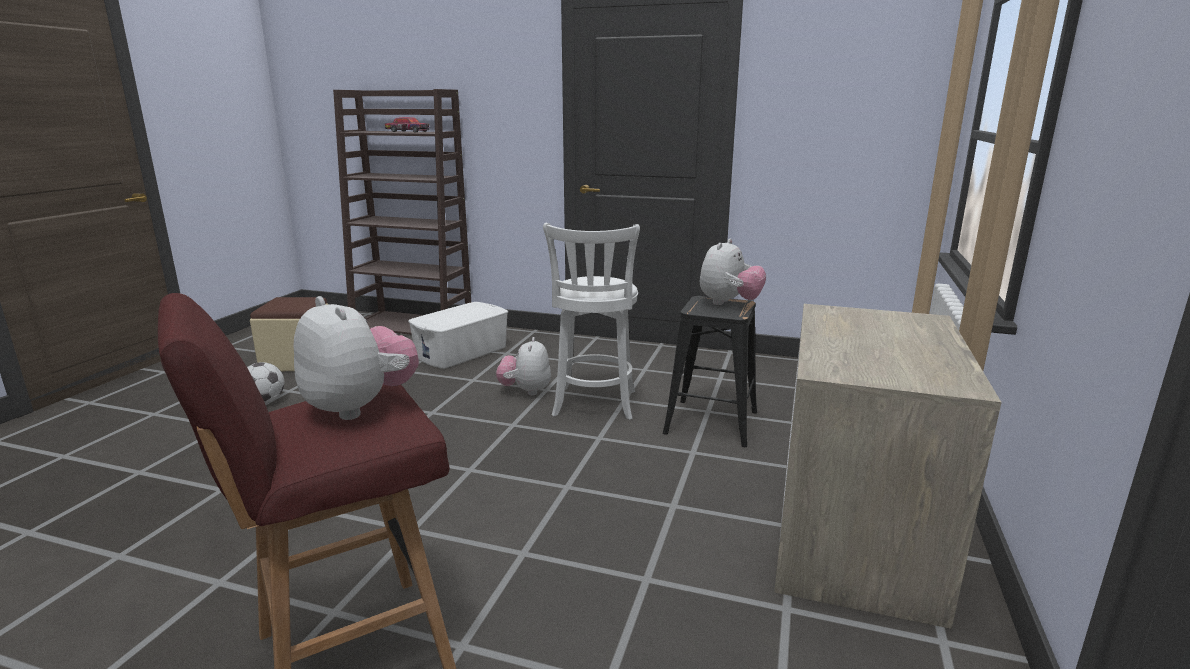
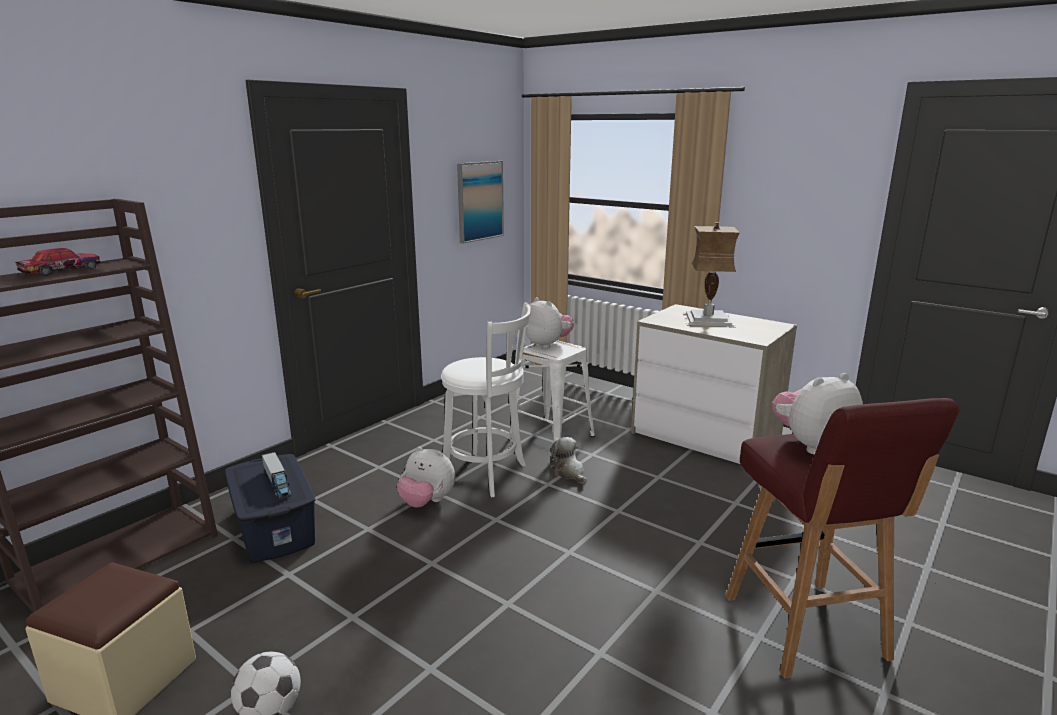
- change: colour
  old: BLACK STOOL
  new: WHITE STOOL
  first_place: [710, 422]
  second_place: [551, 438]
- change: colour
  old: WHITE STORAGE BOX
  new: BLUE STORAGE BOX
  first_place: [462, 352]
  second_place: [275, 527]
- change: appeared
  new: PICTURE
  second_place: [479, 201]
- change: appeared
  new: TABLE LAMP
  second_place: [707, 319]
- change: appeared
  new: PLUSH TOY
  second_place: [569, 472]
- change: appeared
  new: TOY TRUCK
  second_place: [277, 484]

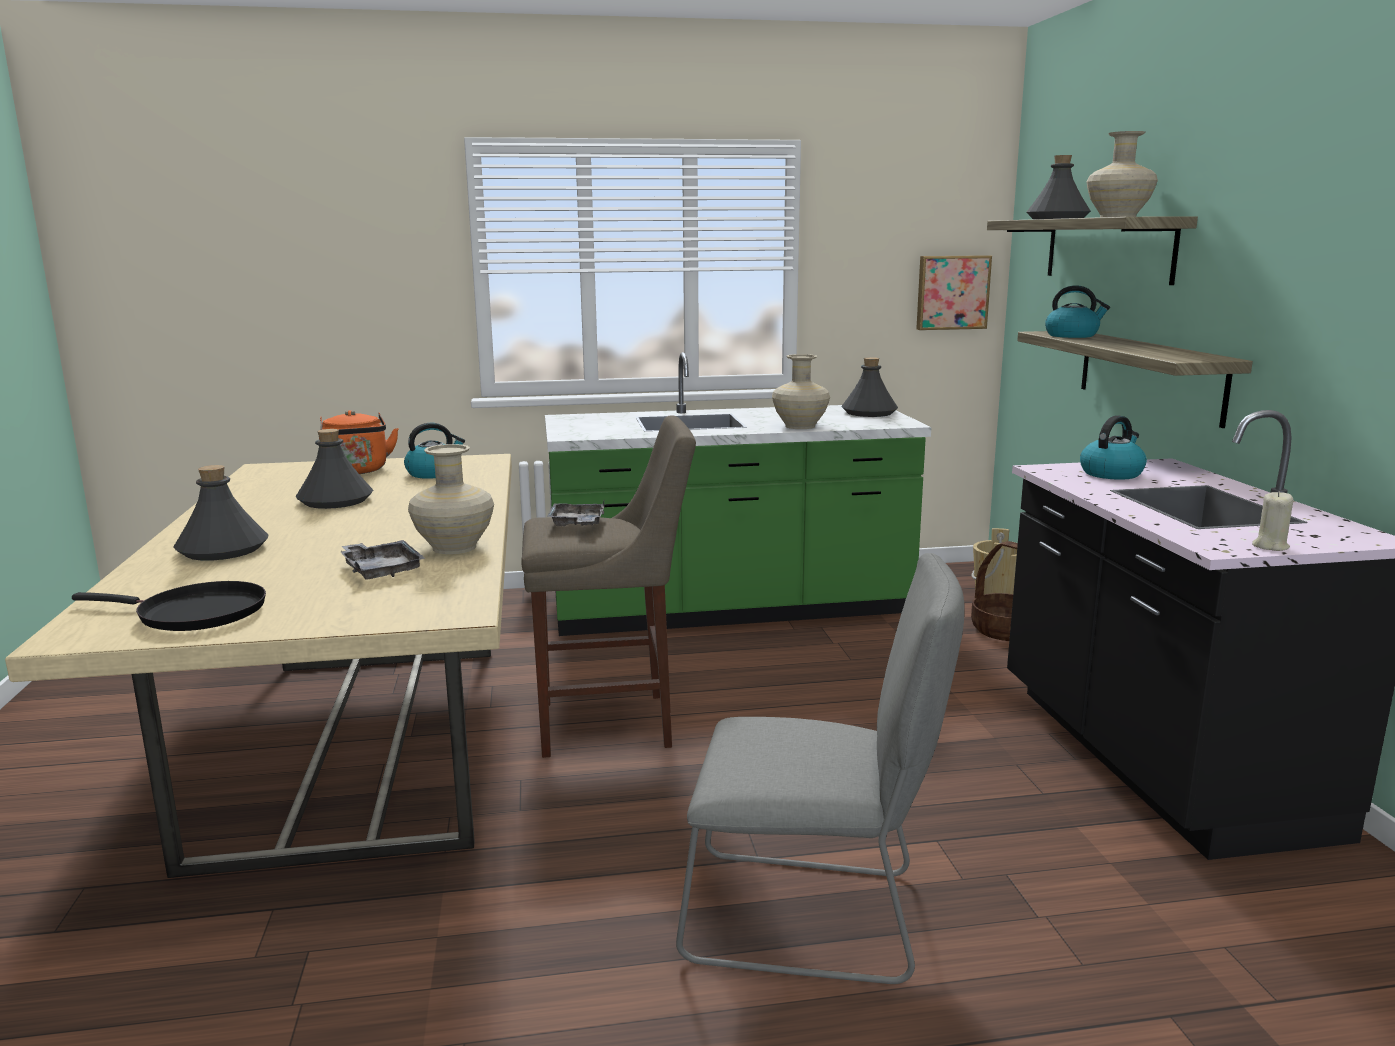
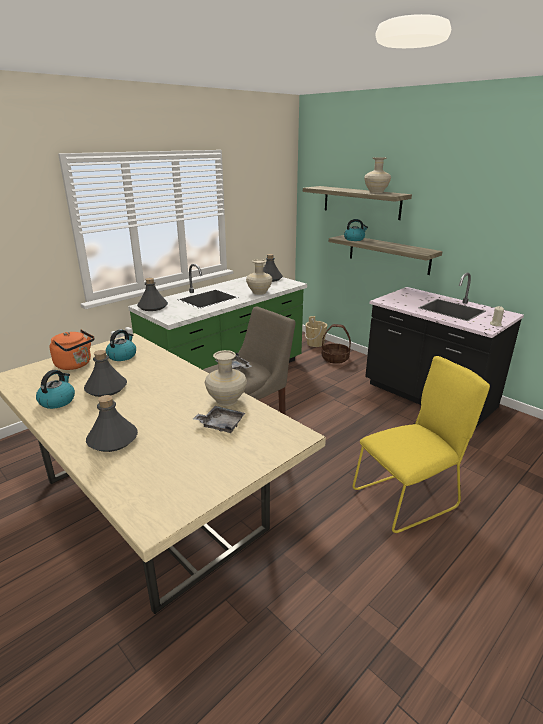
- change: relocated
  old: GREY BOTTLE
  first_place: [1057, 219]
  second_place: [152, 307]
- change: missing
  old: PICTURE
  first_place: [952, 292]
- change: relocated
  old: KETTLE
  first_place: [1111, 473]
  second_place: [57, 401]
- change: colour
  old: GREY CHAIR
  new: YELLOW CHAIR
  first_place: [813, 917]
  second_place: [408, 497]
- change: missing
  old: BLACK FRYING PAN
  first_place: [195, 613]

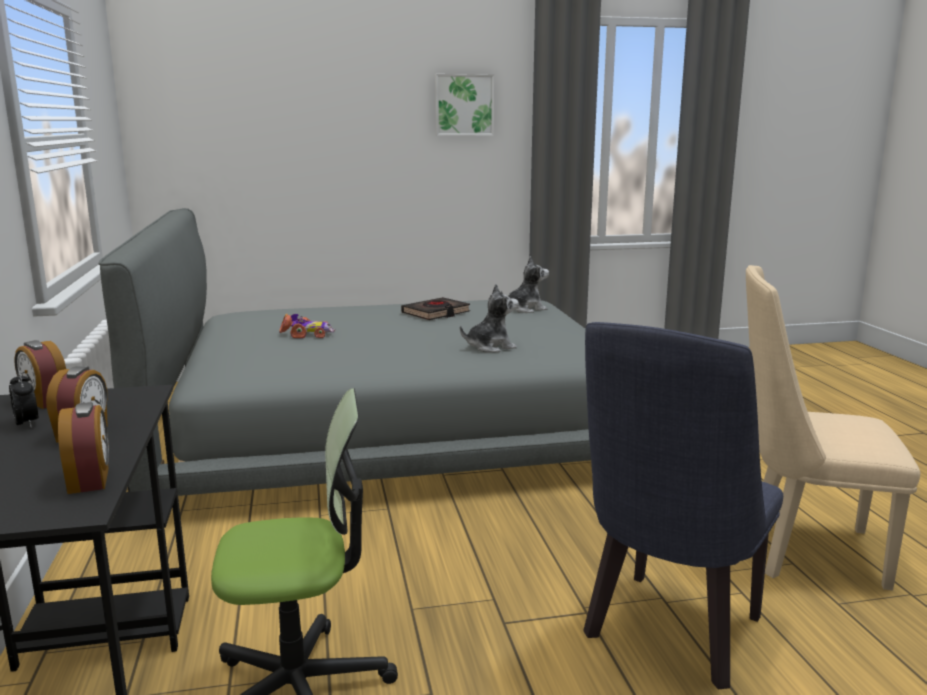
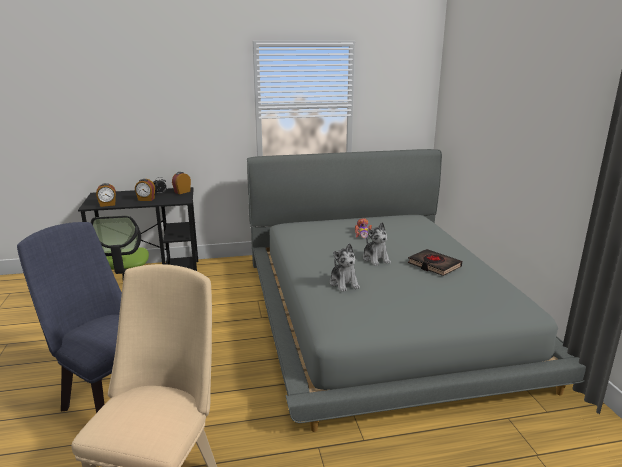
- change: missing
  old: PICTURE
  first_place: [464, 105]
- change: relocated
  old: PLUSH TOY
  first_place: [525, 309]
  second_place: [375, 259]

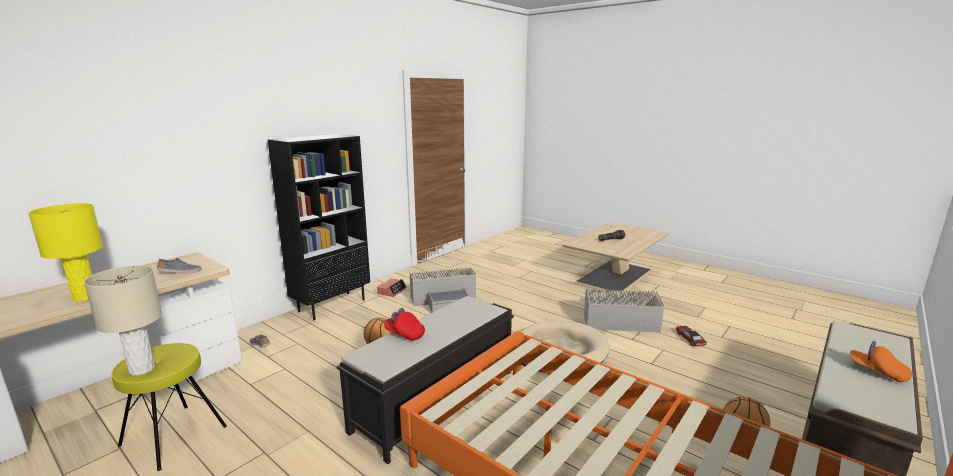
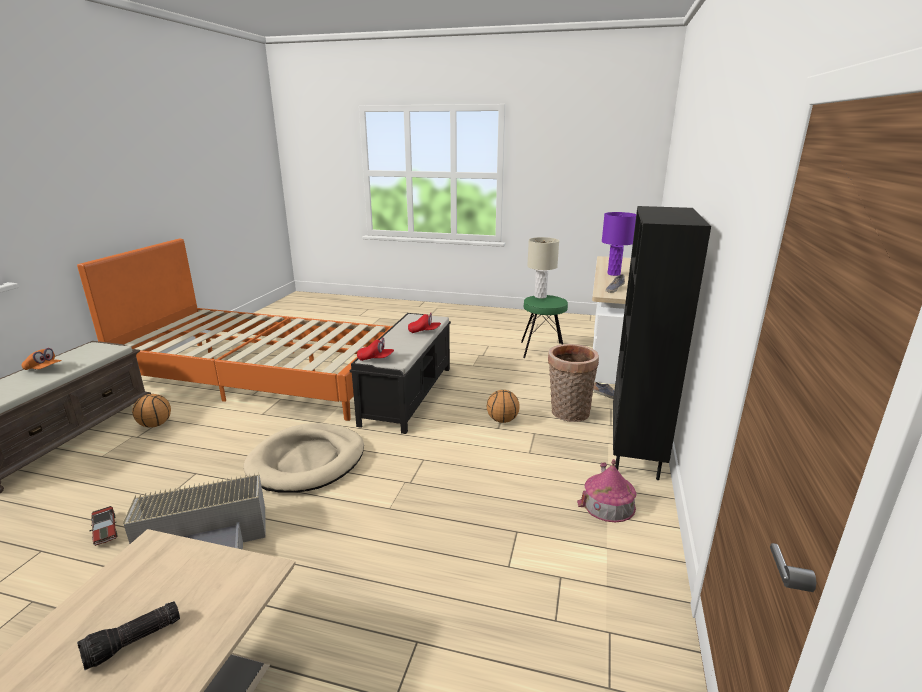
- change: colour
  old: YELLOW TABLE LAMP
  new: PURPLE TABLE LAMP
  first_place: [85, 297]
  second_place: [613, 274]
- change: missing
  old: GREY STORAGE BOX
  first_place: [445, 300]
- change: exchanged
  old: ALARM CLOCK
  new: TOY HOUSE
  first_place: [392, 291]
  second_place: [608, 504]
- change: colour
  old: YELLOW STOOL
  new: GREEN STOOL
  first_place: [173, 436]
  second_place: [542, 350]
- change: appeared
  new: RED CAP
  second_place: [375, 359]
- change: appeared
  new: BASKET
  second_place: [568, 414]

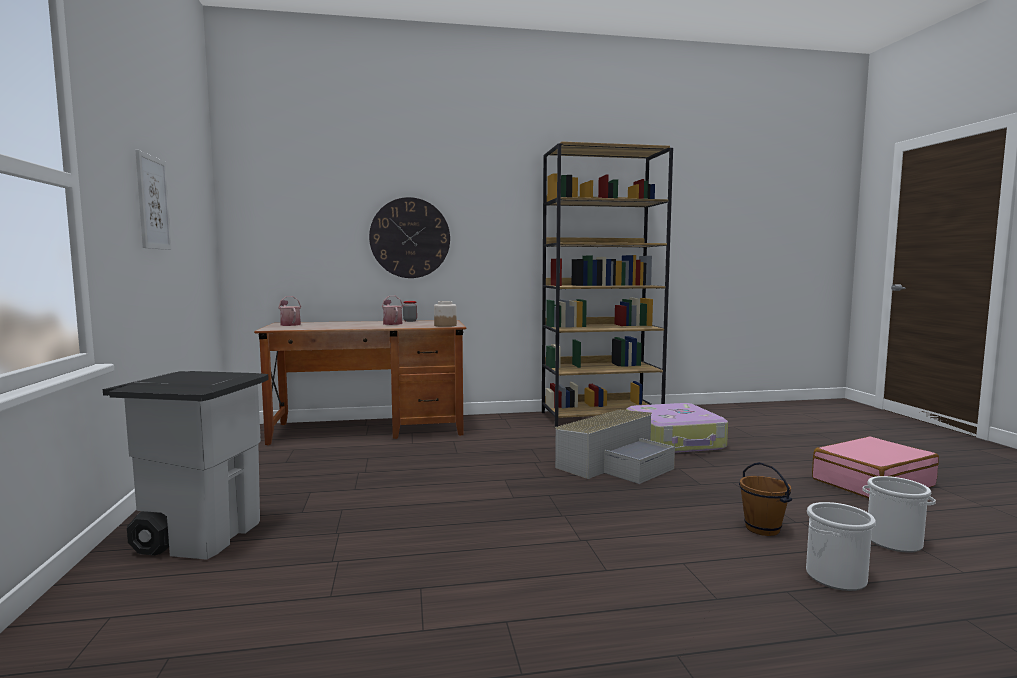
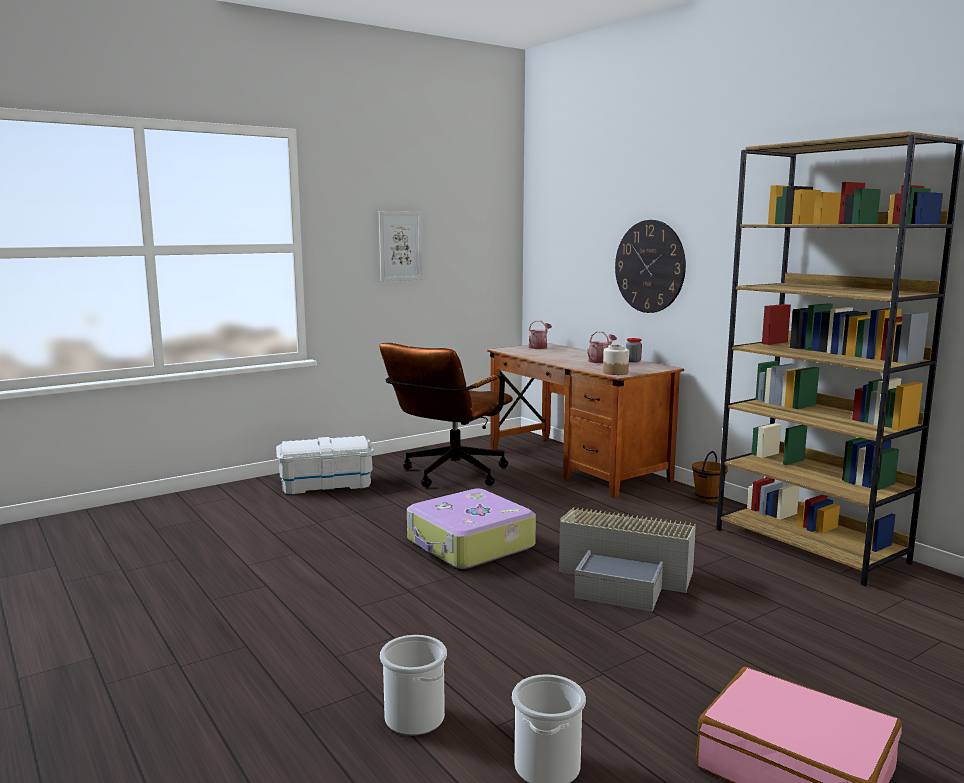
- change: exchanged
  old: GREY TRASH CAN
  new: WHITE STORAGE BOX
  first_place: [201, 536]
  second_place: [326, 484]
- change: relocated
  old: SUITCASE
  first_place: [675, 441]
  second_place: [469, 544]
- change: relocated
  old: BROWN BUCKET
  first_place: [762, 529]
  second_place: [707, 498]
- change: appeared
  new: BROWN OFFICE CHAIR
  second_place: [449, 475]

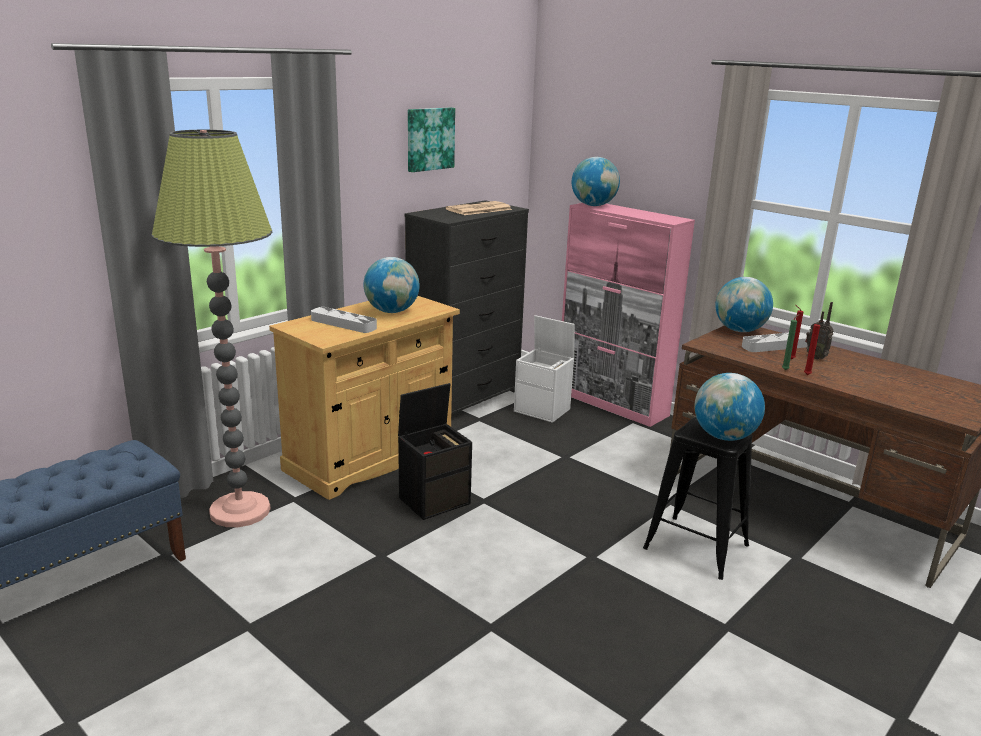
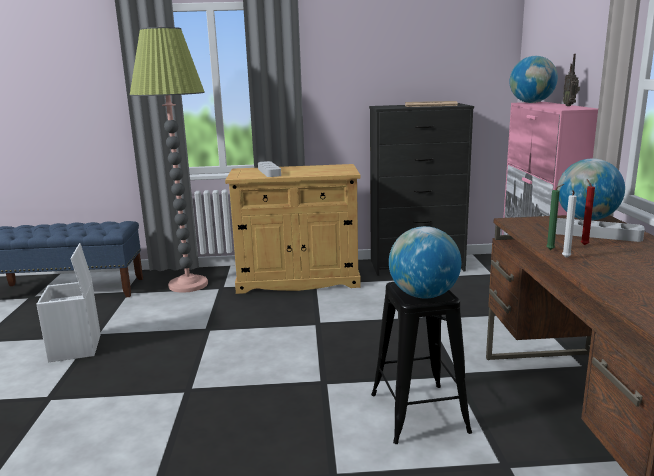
- change: missing
  old: PICTURE
  first_place: [429, 139]
- change: missing
  old: GLOBE
  first_place: [392, 311]
- change: relocated
  old: RADIO
  first_place: [816, 357]
  second_place: [569, 105]
- change: relocated
  old: WHITE STORAGE BOX
  first_place: [543, 410]
  second_place: [76, 348]
- change: colour
  old: RED CANDLE
  new: WHITE CANDLE
  first_place: [808, 375]
  second_place: [566, 258]
- change: missing
  old: BLACK STORAGE BOX
  first_place: [435, 500]

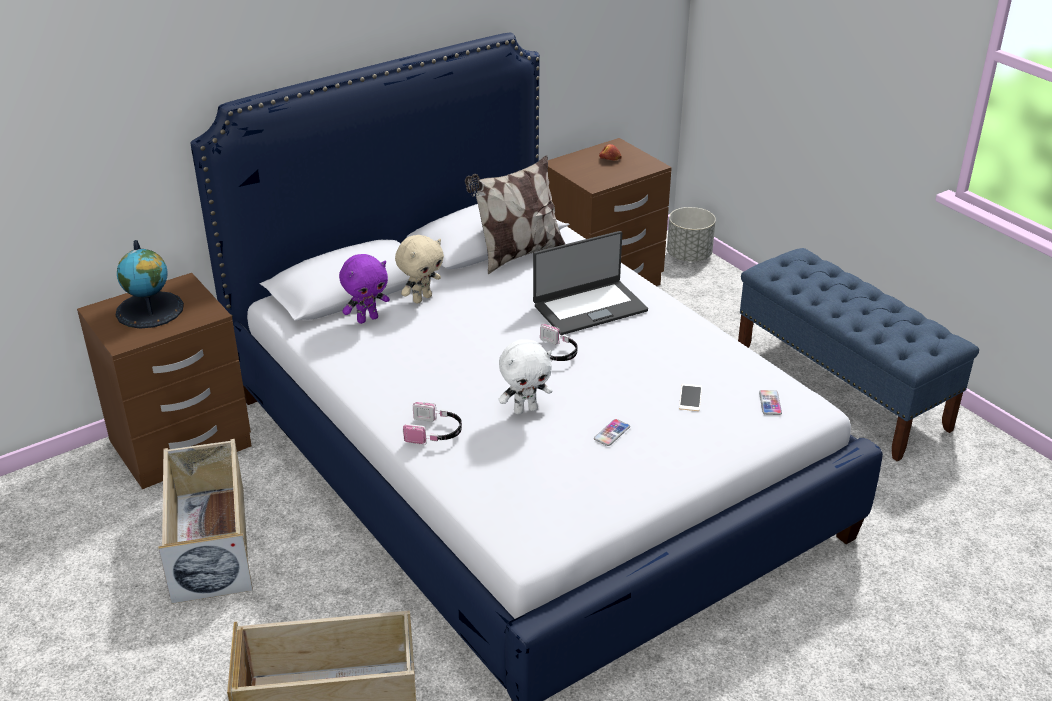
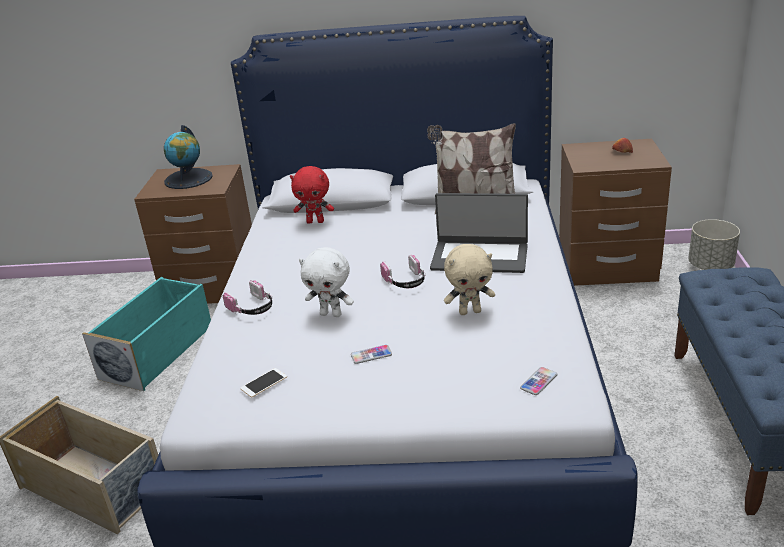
- change: relocated
  old: BEIGE PLUSH TOY
  first_place: [421, 298]
  second_place: [470, 311]
- change: colour
  old: PURPLE PLUSH TOY
  new: RED PLUSH TOY
  first_place: [367, 319]
  second_place: [316, 221]
- change: relocated
  old: PHONE
  first_place: [690, 397]
  second_place: [264, 383]
- change: colour
  old: BEIGE STORAGE BOX
  new: TURQUOISE STORAGE BOX
  first_place: [210, 542]
  second_place: [158, 351]

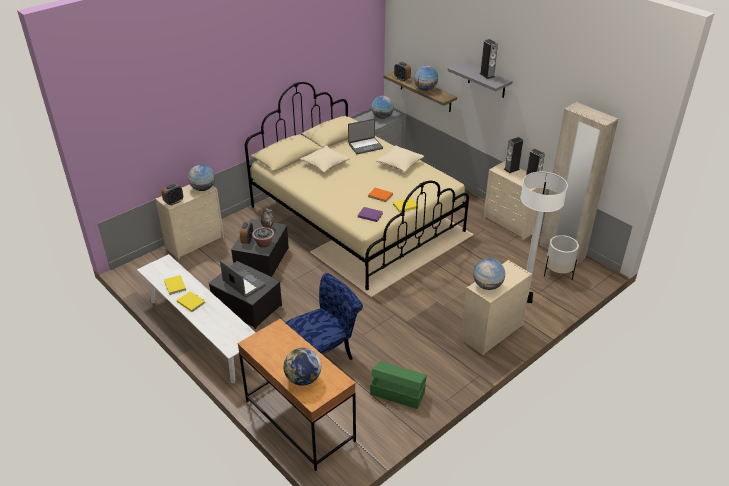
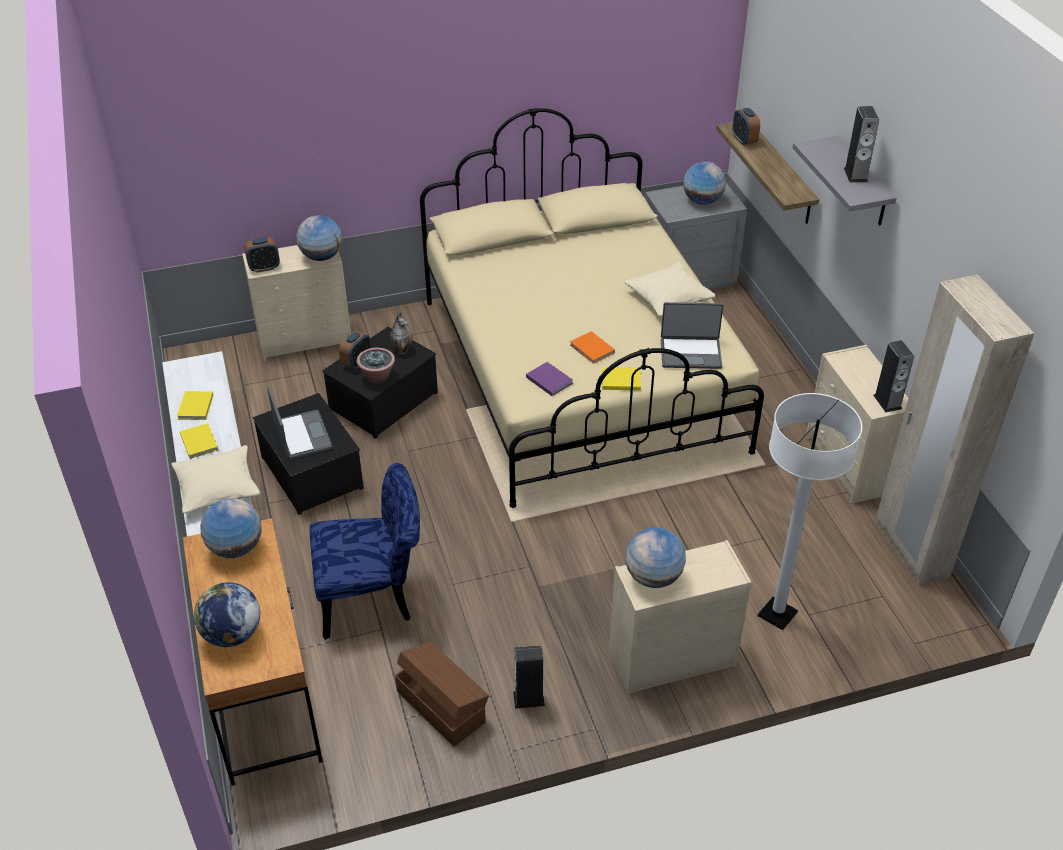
- change: relocated
  old: GLOBE
  first_place: [425, 89]
  second_place: [235, 548]
- change: relocated
  old: LAPTOP
  first_place: [365, 146]
  second_place: [690, 353]
- change: relocated
  old: SPEAKER
  first_place: [511, 169]
  second_place: [529, 698]
- change: relocated
  old: BEIGE PILLOW
  first_place: [325, 164]
  second_place: [218, 488]
- change: missing
  old: WHITE PLANTER
  first_place: [558, 273]
- change: colour
  old: GREEN STORAGE BOX
  new: BROWN STORAGE BOX
  first_place: [397, 392]
  second_place: [441, 705]

